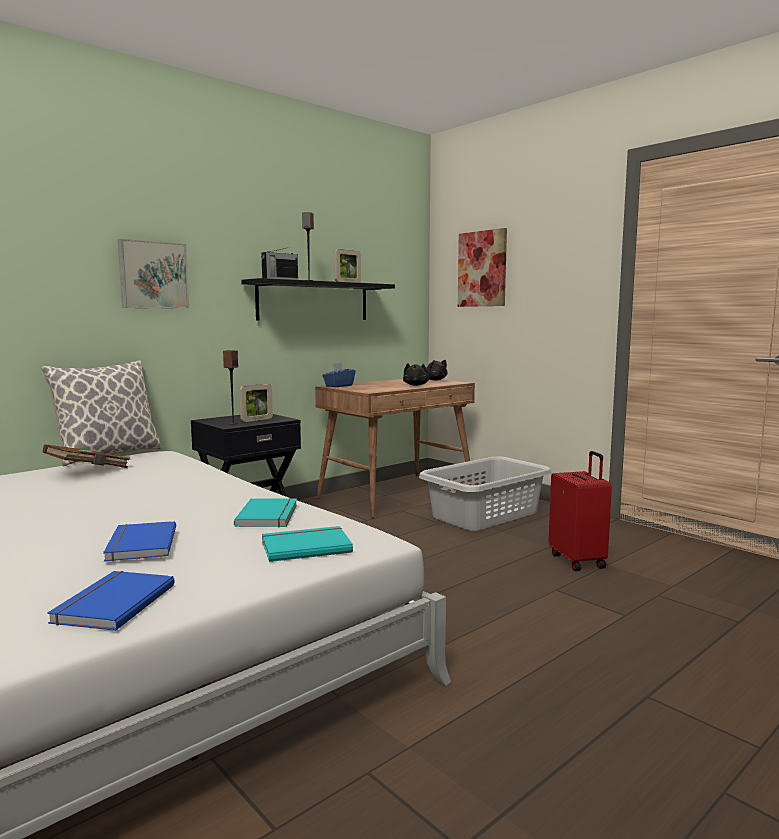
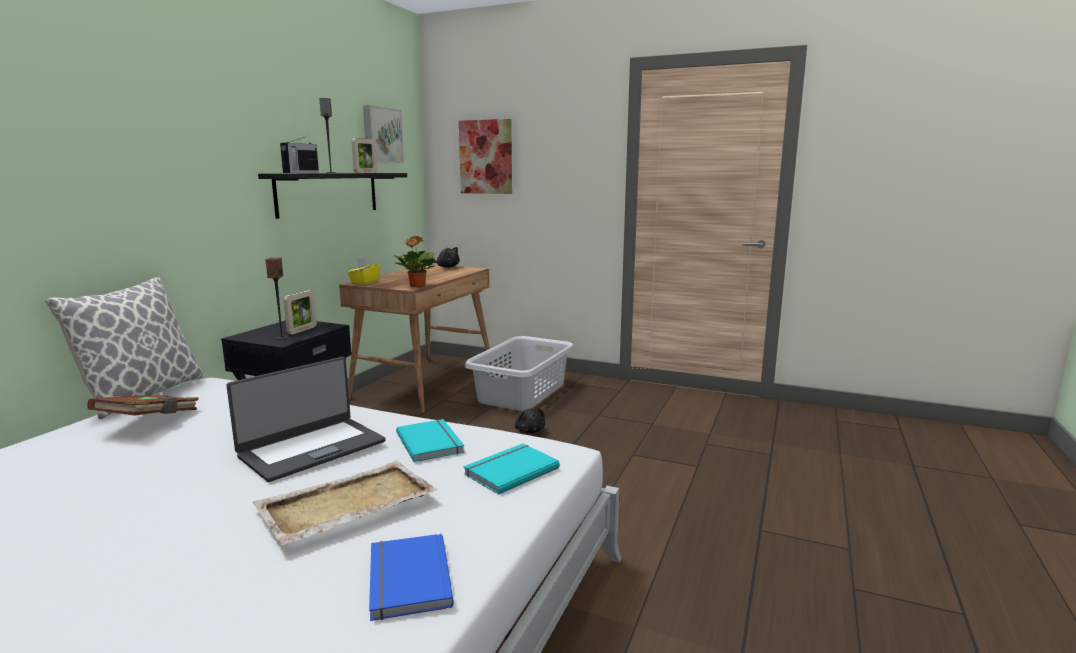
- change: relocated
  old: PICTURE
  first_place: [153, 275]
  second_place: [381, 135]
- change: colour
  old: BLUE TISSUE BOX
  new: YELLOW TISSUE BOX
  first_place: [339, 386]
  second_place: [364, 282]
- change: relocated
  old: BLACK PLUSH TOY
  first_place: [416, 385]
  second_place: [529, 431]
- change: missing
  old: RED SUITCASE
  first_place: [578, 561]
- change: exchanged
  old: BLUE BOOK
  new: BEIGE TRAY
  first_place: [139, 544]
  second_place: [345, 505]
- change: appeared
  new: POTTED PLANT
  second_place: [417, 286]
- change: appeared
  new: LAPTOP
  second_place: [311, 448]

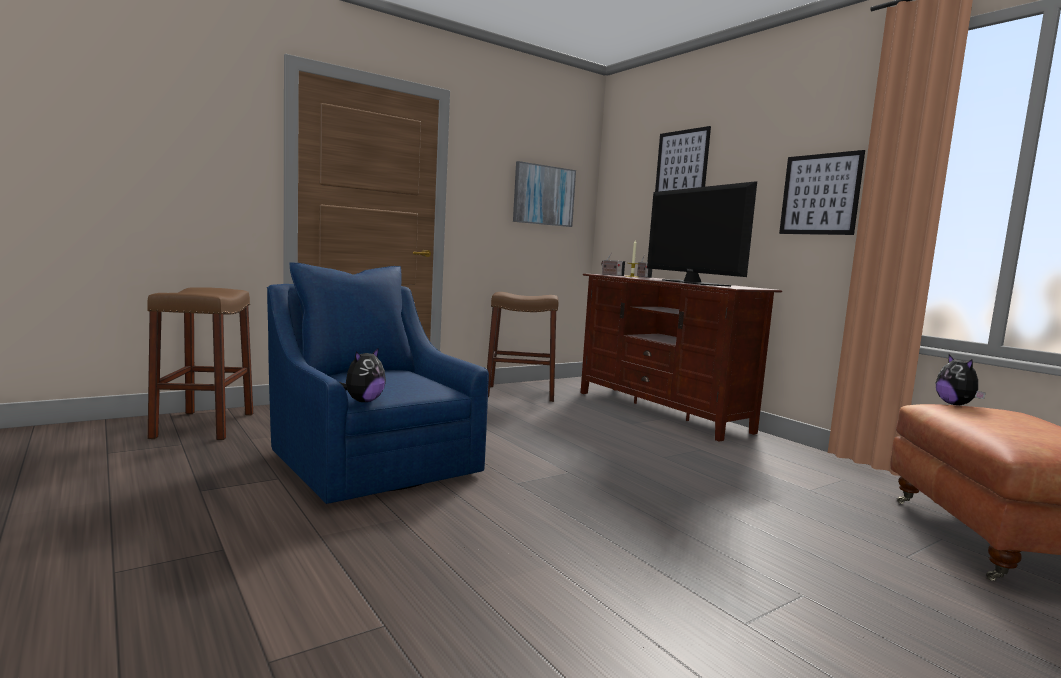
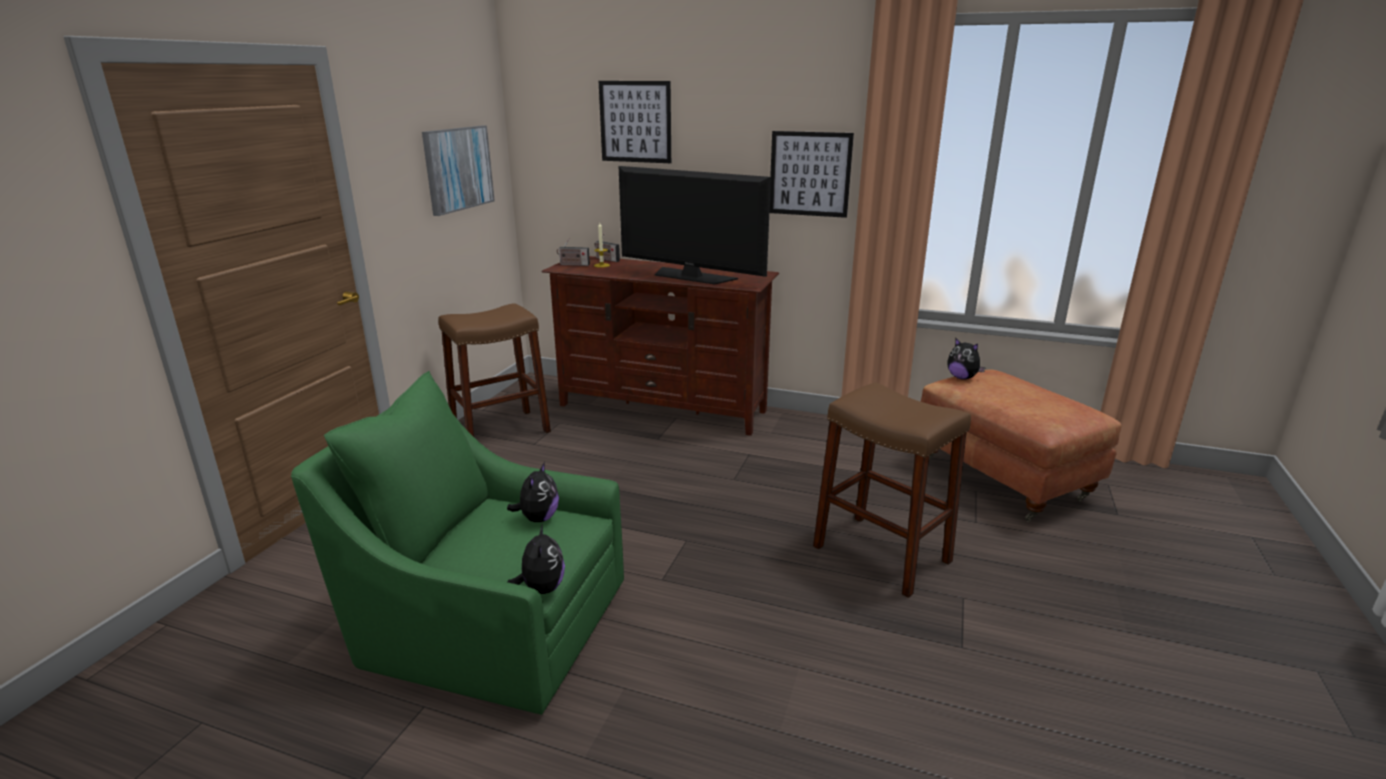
- change: colour
  old: BLUE ARMCHAIR
  new: GREEN ARMCHAIR
  first_place: [371, 461]
  second_place: [489, 623]
- change: relocated
  old: BROWN STOOL
  first_place: [204, 425]
  second_place: [881, 554]
- change: appeared
  new: PLUSH TOY
  second_place: [538, 518]

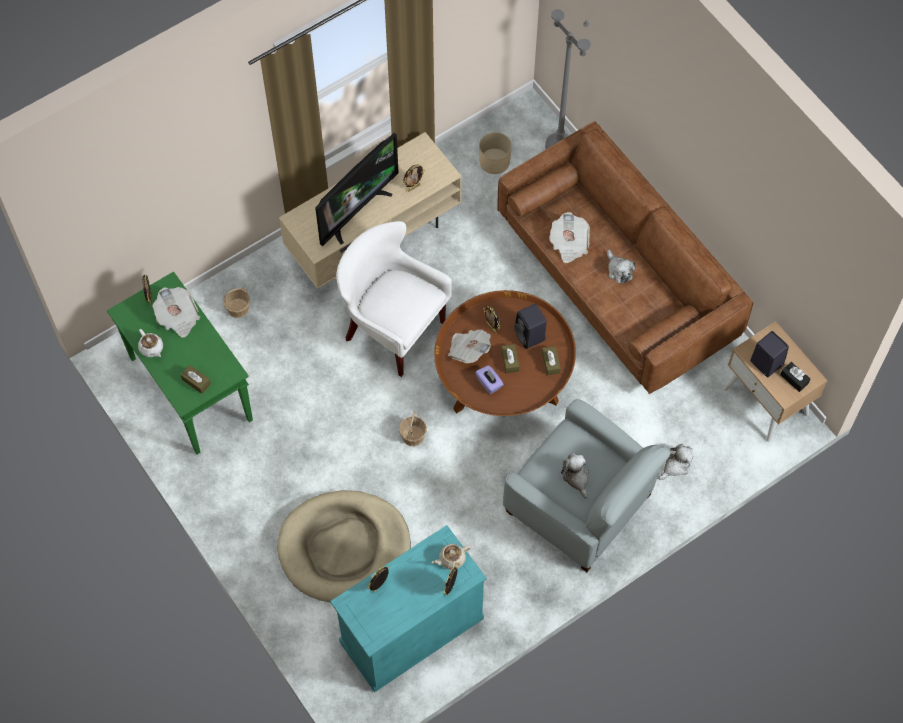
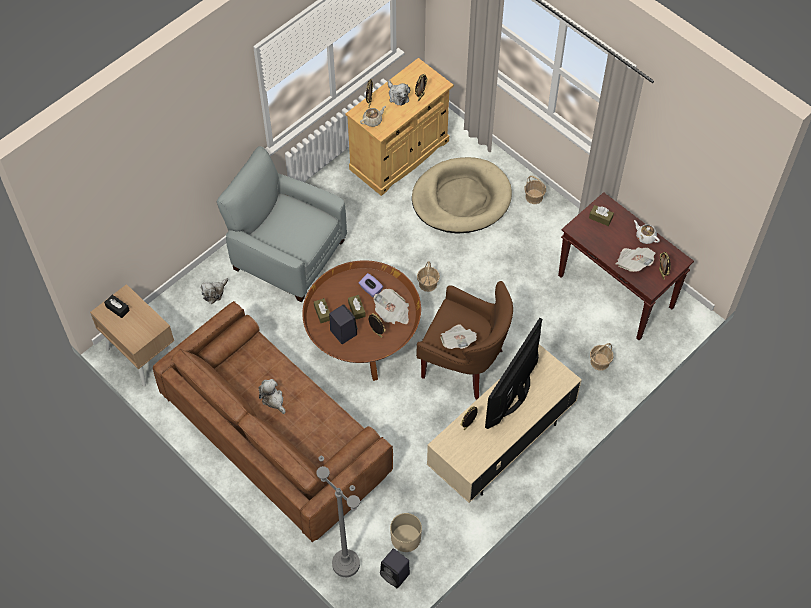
- change: relocated
  old: NEWSPAPER
  first_place: [569, 244]
  second_place: [458, 341]
- change: colour
  old: WHITE ARMCHAIR
  new: BROWN ARMCHAIR
  first_place: [392, 329]
  second_place: [464, 365]
- change: colour
  old: GREEN CONSOLE TABLE
  new: BROWN CONSOLE TABLE
  first_place: [189, 388]
  second_place: [616, 292]
- change: relocated
  old: BLACK SPEAKER
  first_place: [765, 362]
  second_place: [396, 575]
- change: relocated
  old: PLUSH TOY
  first_place: [576, 478]
  second_place: [398, 96]
- change: colour
  old: TURQUOISE CABINET
  new: BEIGE CABINET
  first_place: [411, 630]
  second_place: [399, 155]
- change: appeared
  new: BASKET
  second_place: [534, 197]

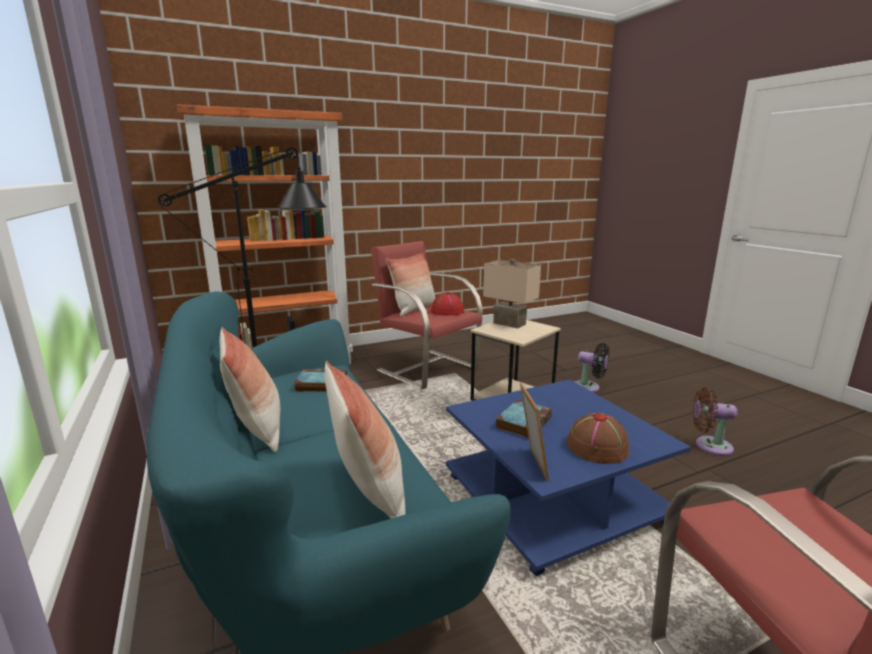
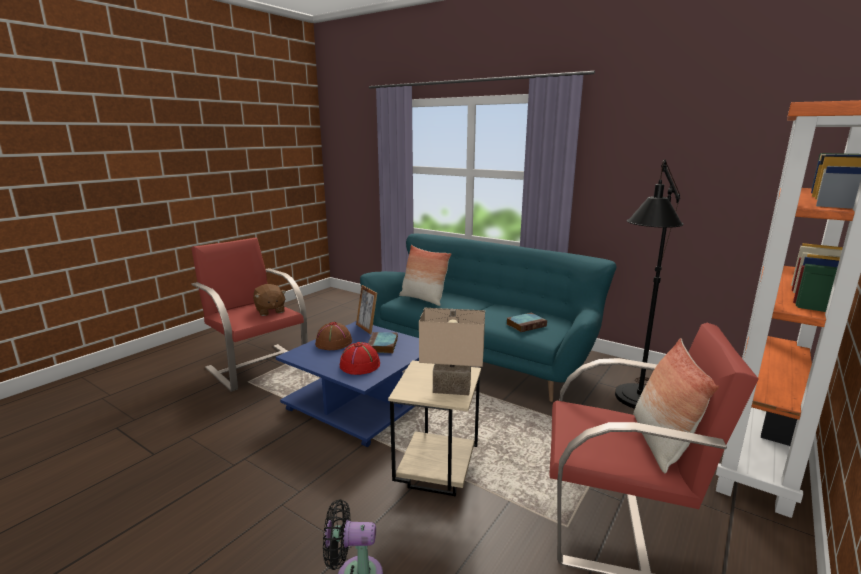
- change: relocated
  old: RED HAT
  first_place: [447, 311]
  second_place: [360, 365]
- change: missing
  old: PILLOW
  first_place: [257, 429]
- change: missing
  old: BROWN FAN
  first_place: [709, 446]
- change: appeared
  new: BROWN PLUSH TOY
  second_place: [270, 311]

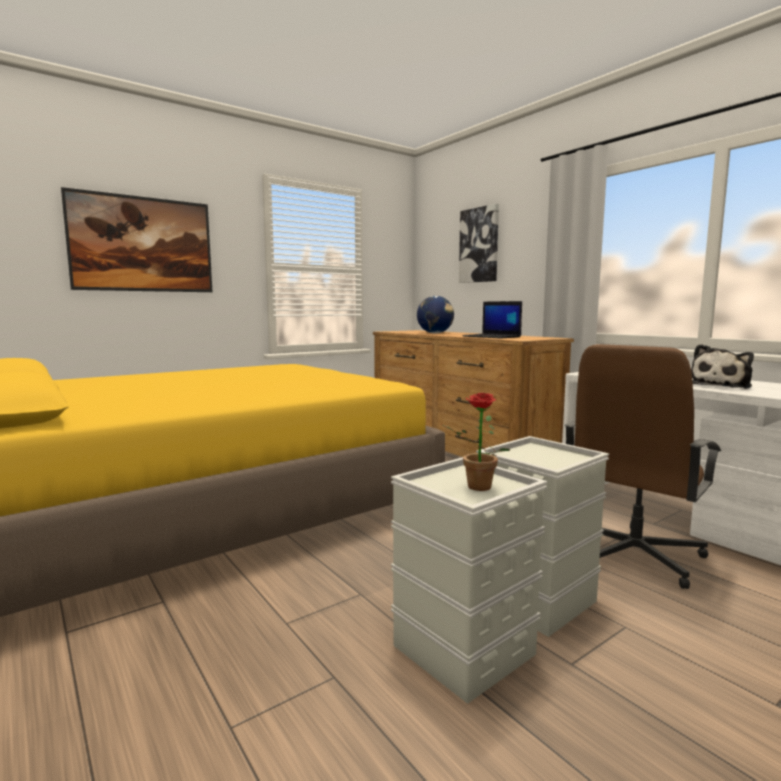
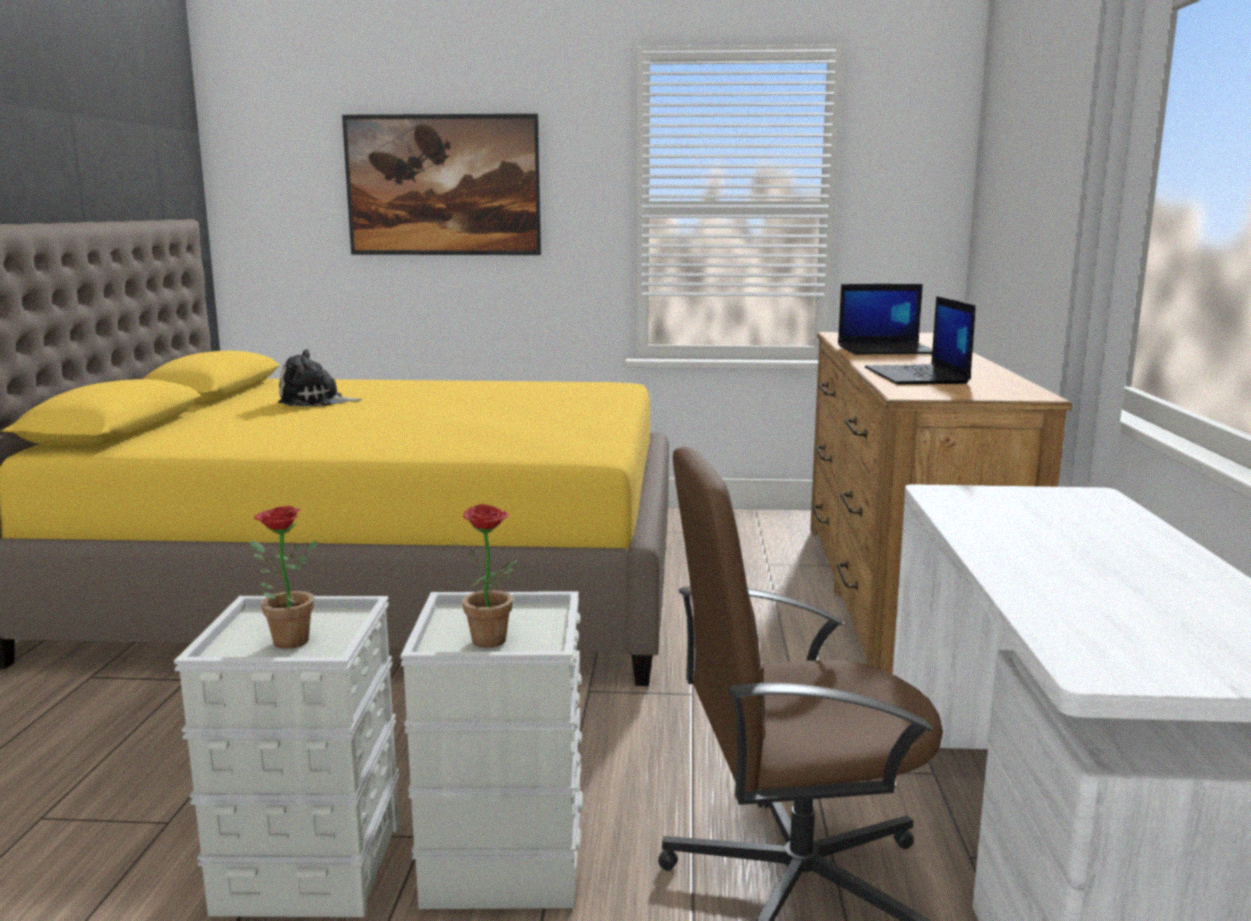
- change: missing
  old: PICTURE
  first_place: [479, 245]
- change: exchanged
  old: GLOBE
  new: LAPTOP
  first_place: [435, 333]
  second_place: [887, 350]
- change: relocated
  old: PLUSH TOY
  first_place: [722, 385]
  second_place: [315, 401]
- change: appeared
  new: POTTED PLANT
  second_place: [494, 643]

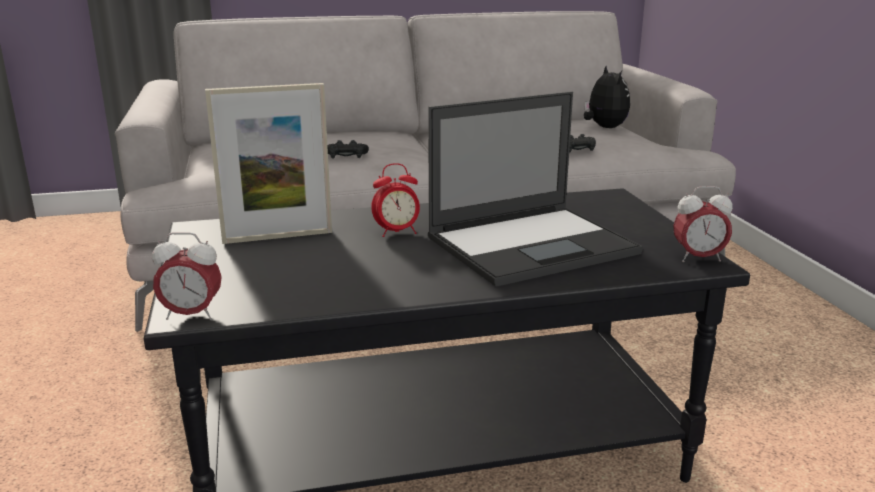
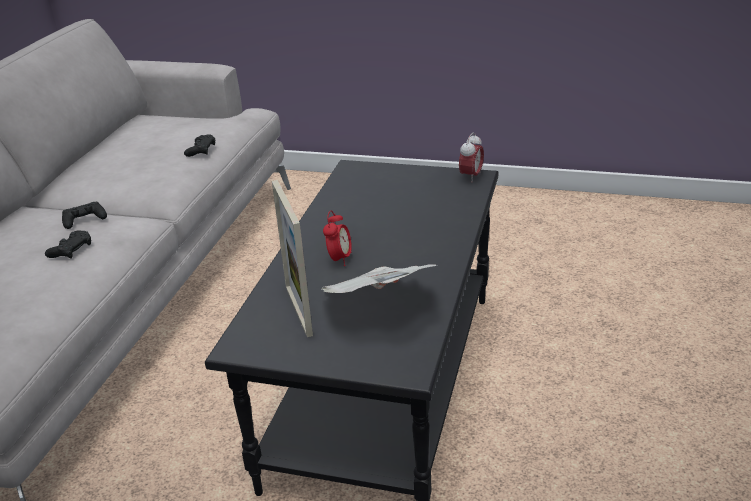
- change: missing
  old: PLUSH TOY
  first_place: [604, 127]
- change: spun
  old: PICTURE FRAME
  first_place: [277, 237]
  second_place: [298, 310]
  degrees: 150
- change: missing
  old: LAPTOP
  first_place: [533, 245]
- change: missing
  old: ALARM CLOCK
  first_place: [191, 315]
- change: appeared
  new: BLACK GAME CONTROLLER
  second_place: [84, 220]
- change: appeared
  new: NEWSPAPER
  second_place: [379, 304]

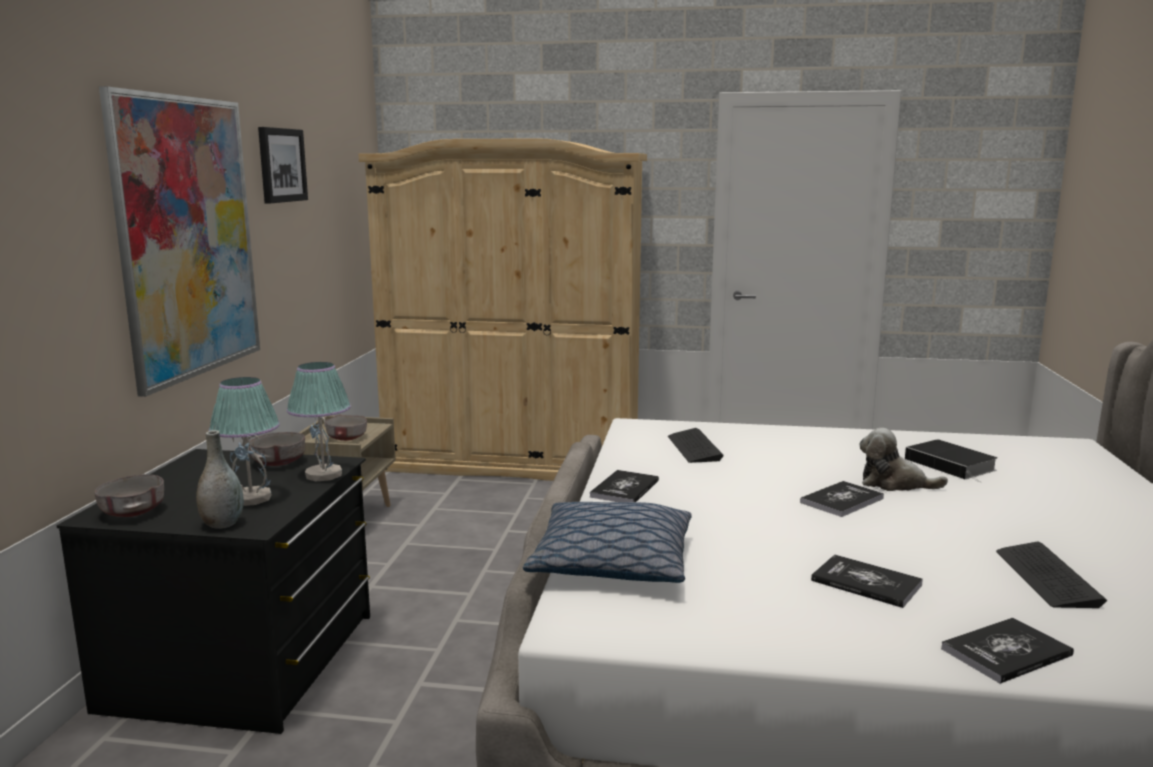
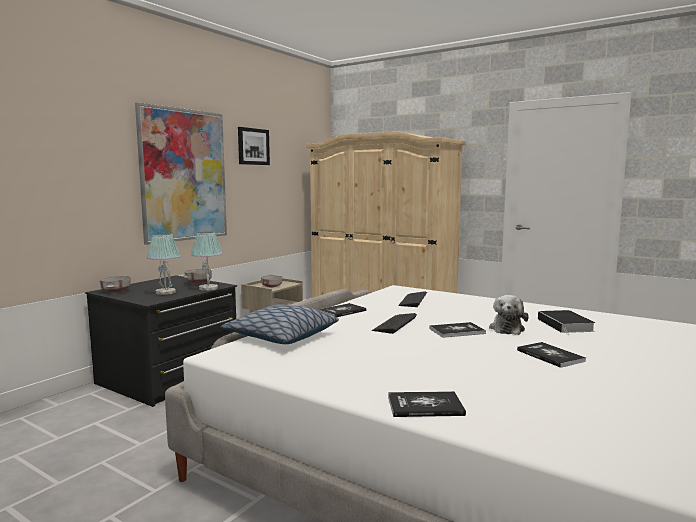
- change: spun
  old: PLUSH TOY
  first_place: [894, 483]
  second_place: [507, 328]
  degrees: -120
- change: missing
  old: GREY VASE
  first_place: [222, 524]
- change: relocated
  old: KEYBOARD
  first_place: [1047, 577]
  second_place: [395, 324]
- change: relocated
  old: BOOK
  first_place: [866, 583]
  second_place: [550, 356]

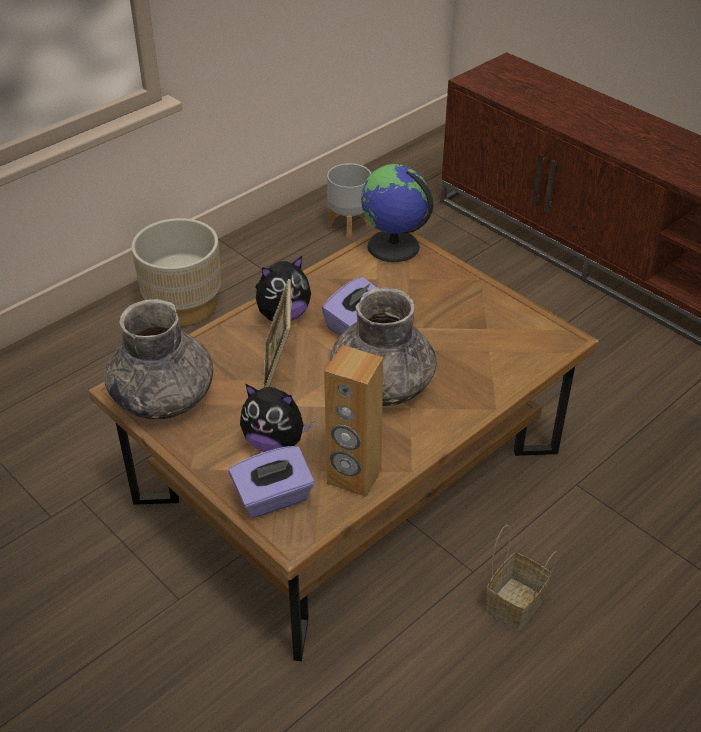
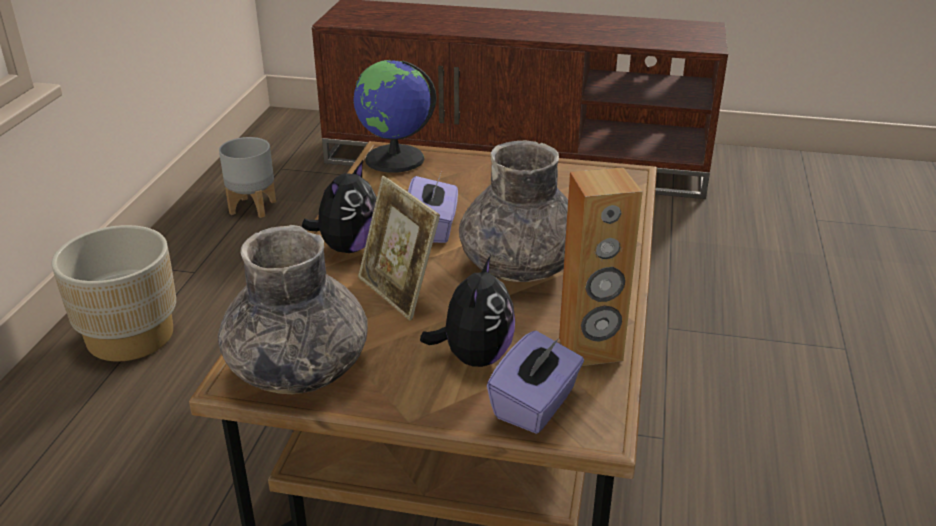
- change: spun
  old: PLUSH TOY
  first_place: [275, 443]
  second_place: [474, 357]
  degrees: -60
- change: missing
  old: BASKET
  first_place: [515, 606]

